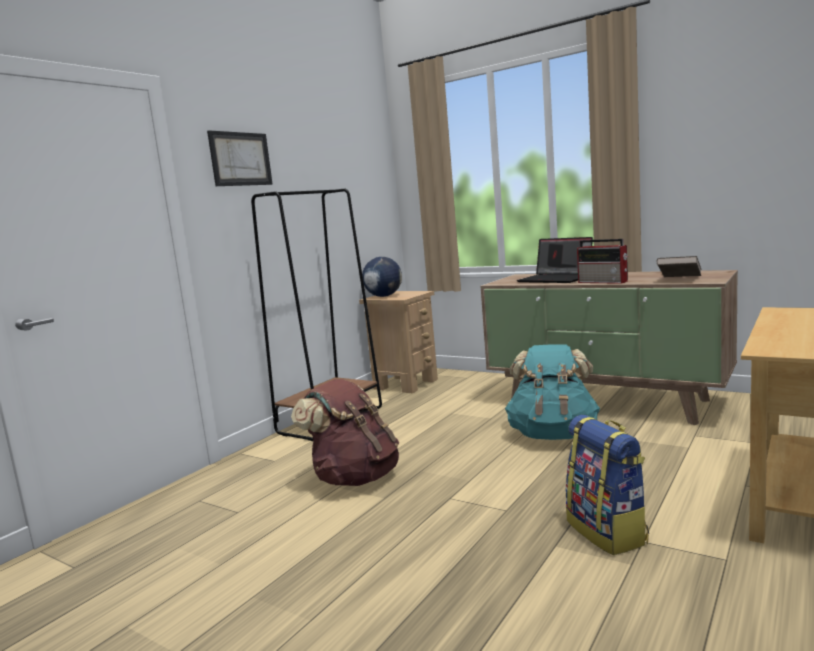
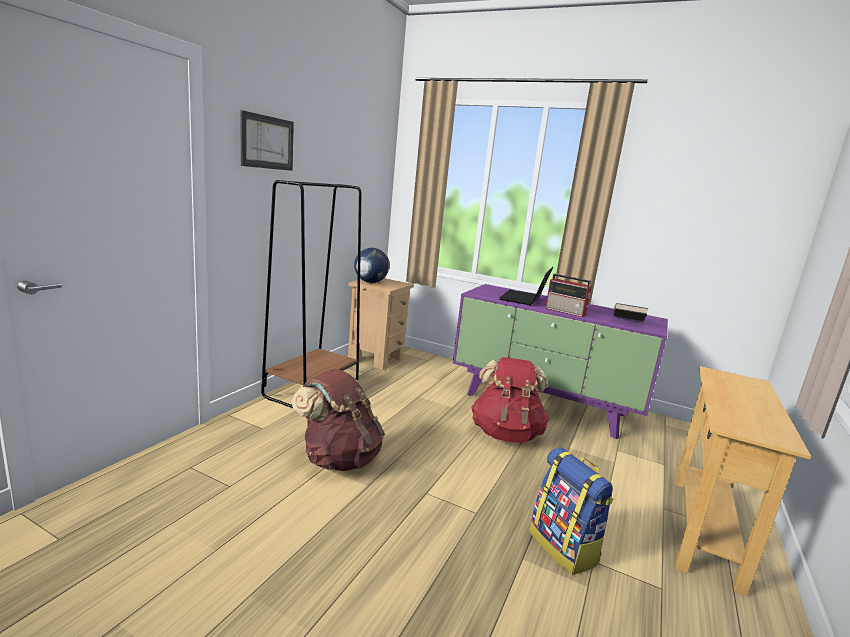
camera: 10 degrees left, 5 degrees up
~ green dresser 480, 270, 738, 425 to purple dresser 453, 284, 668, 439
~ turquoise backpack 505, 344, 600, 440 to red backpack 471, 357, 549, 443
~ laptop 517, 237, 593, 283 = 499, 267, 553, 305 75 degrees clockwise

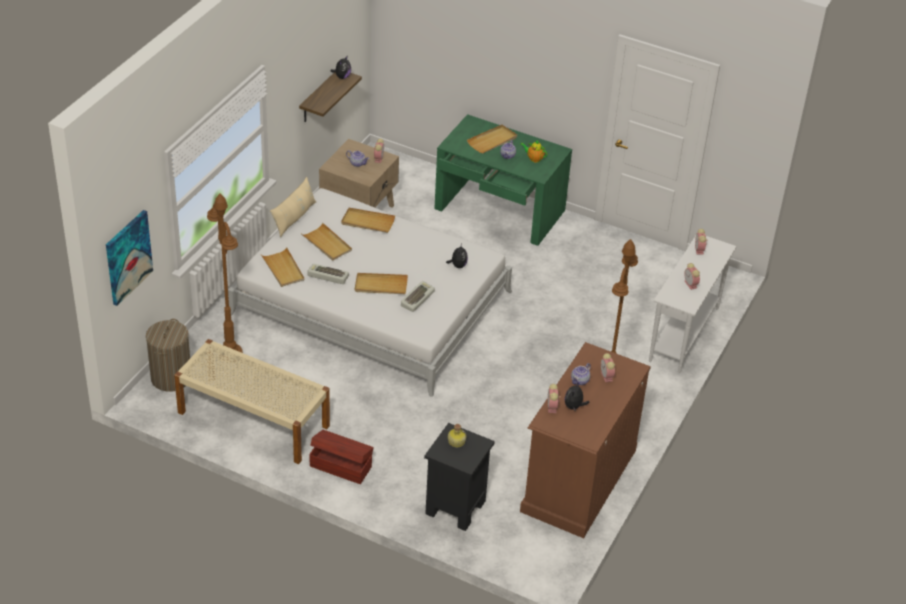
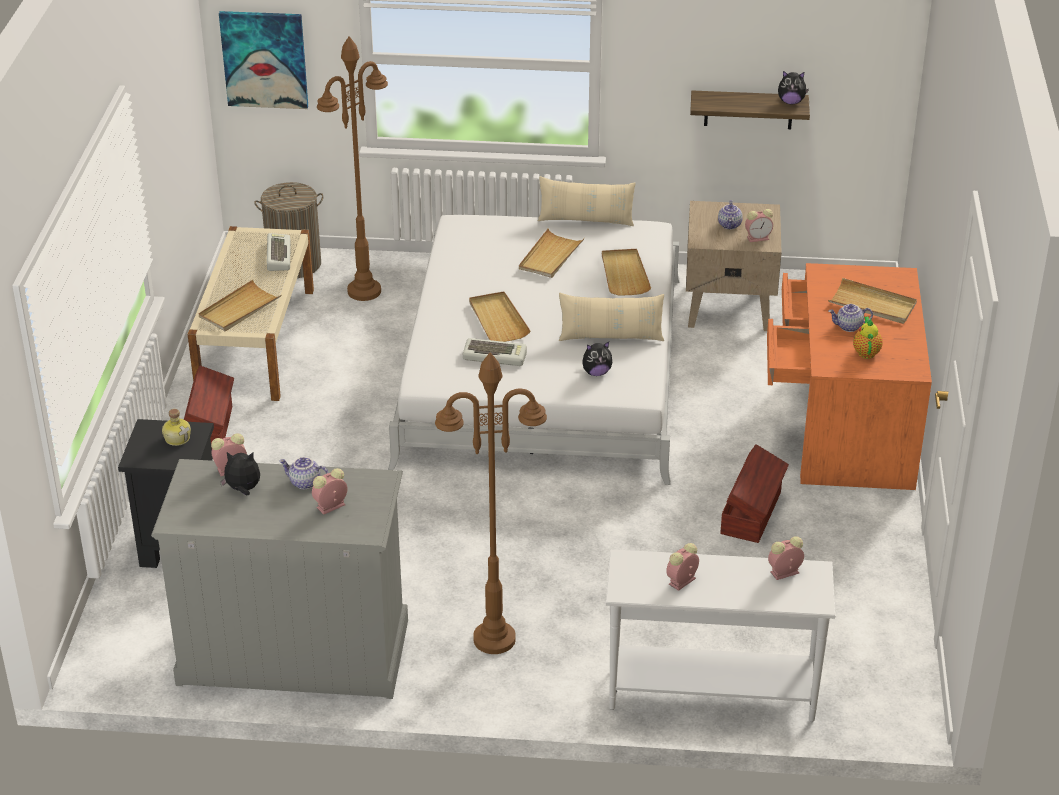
camera: 70 degrees right, 5 degrees down
~ beige tray 261, 247, 304, 287 to 199, 280, 282, 331
~ keyboard 307, 264, 349, 284 to 267, 233, 291, 271
~ green desk 434, 114, 572, 246 to orange desk 767, 263, 932, 490
~ brown dresser 520, 342, 651, 538 to grey dresser 151, 459, 408, 699
+ beige pillow 559, 293, 664, 341
+ brown storage box 720, 444, 789, 543

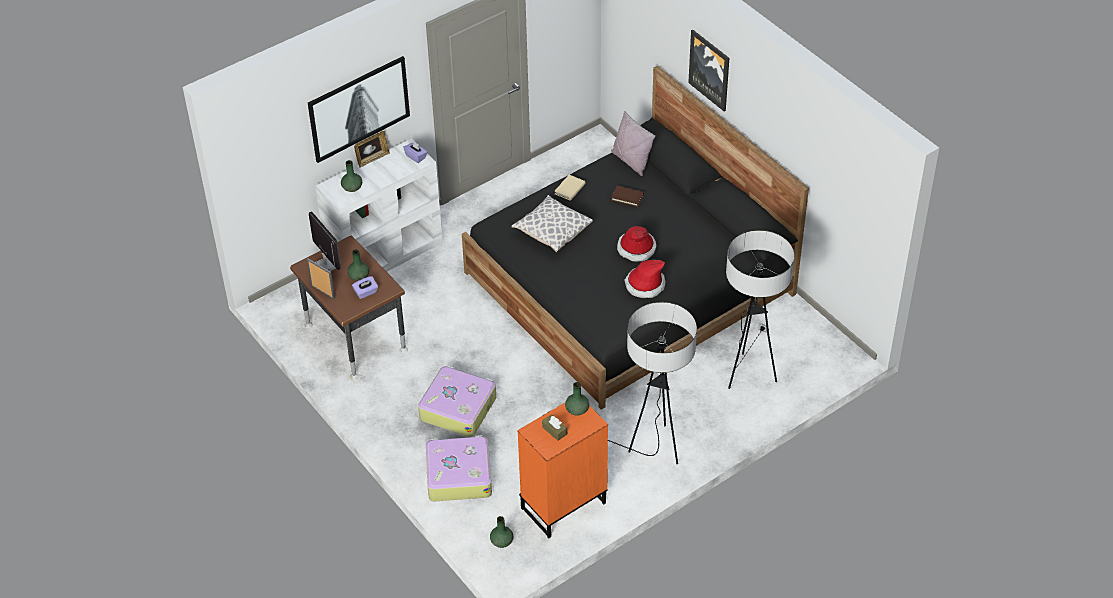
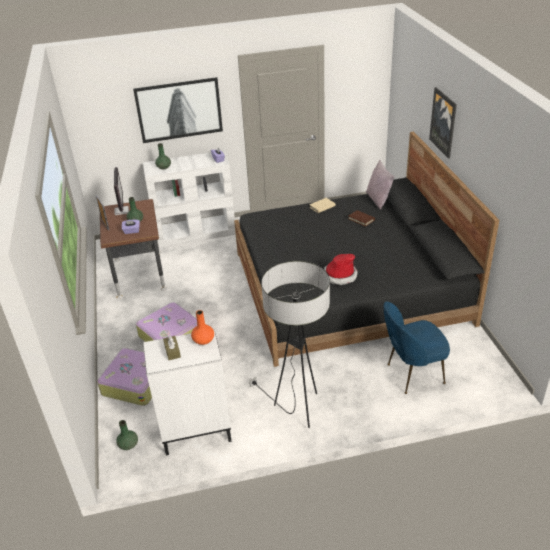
camera: 25 degrees right, 10 degrees down
- picture frame 354, 131, 390, 168
- pillow 511, 195, 593, 252
~ orange dresser 517, 403, 608, 538 to white dresser 143, 329, 232, 455
~ green vase 565, 382, 589, 416 to orange vase 191, 310, 214, 345
- hat 617, 226, 657, 262
~ floor lamp 726, 230, 795, 389 to blue chair 384, 302, 450, 394

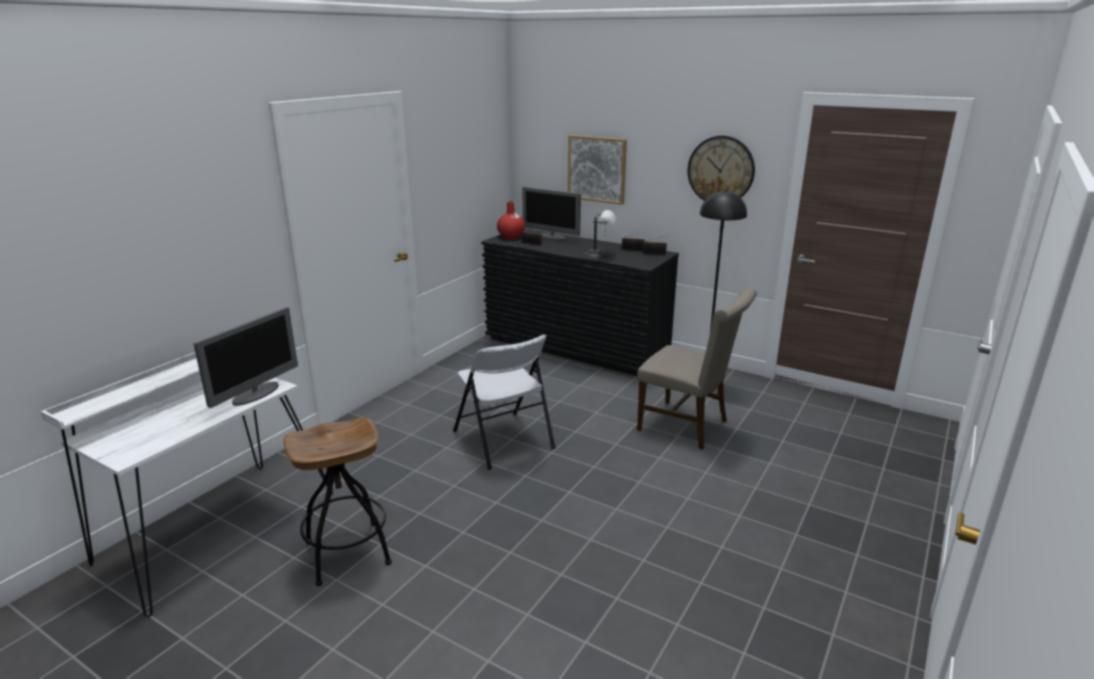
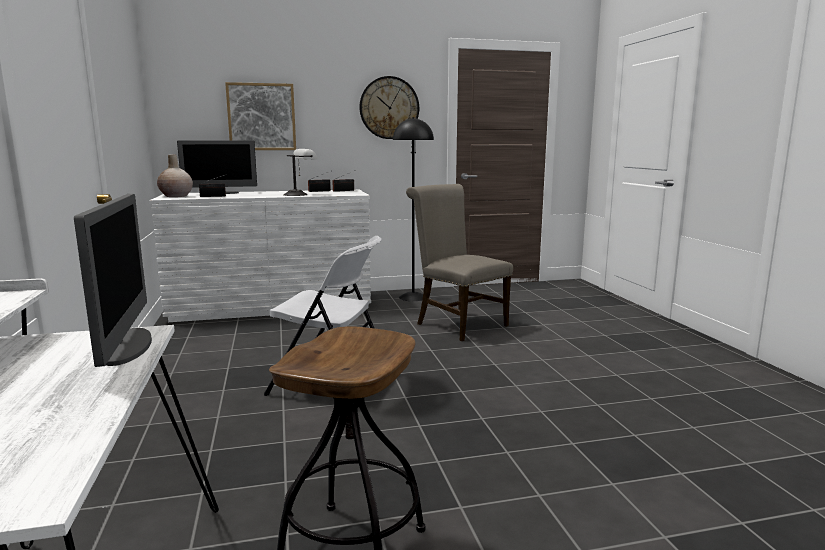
camera: 45 degrees left, 10 degrees down
~ black dresser 481, 229, 679, 376 to white dresser 149, 190, 371, 322
~ red vase 497, 201, 525, 239 to beige vase 157, 155, 193, 197
~ beige chair 637, 288, 757, 450 = 406, 184, 513, 341 120 degrees counterclockwise

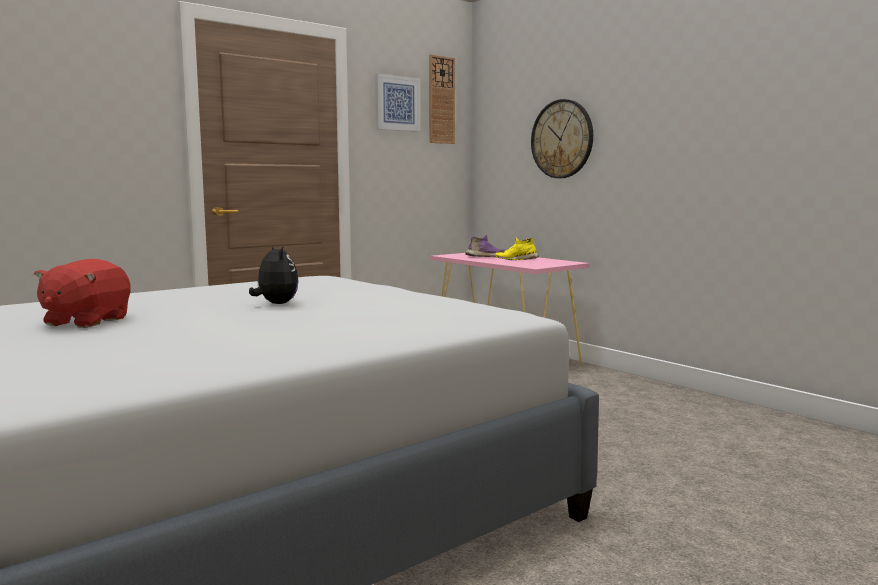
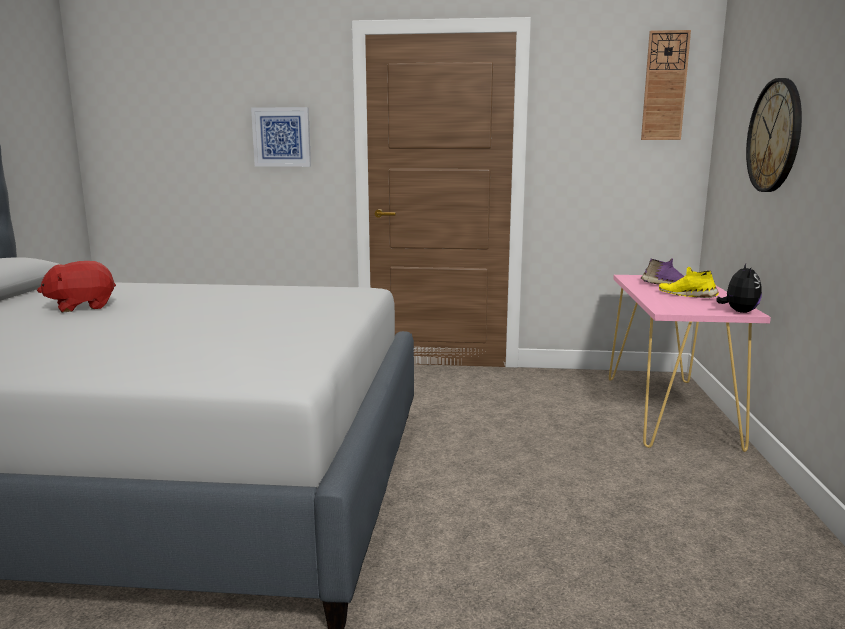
camera: 45 degrees right, 5 degrees up
~ plush toy 249, 244, 299, 304 to 716, 264, 762, 313
~ picture 375, 73, 421, 132 to 251, 107, 311, 167

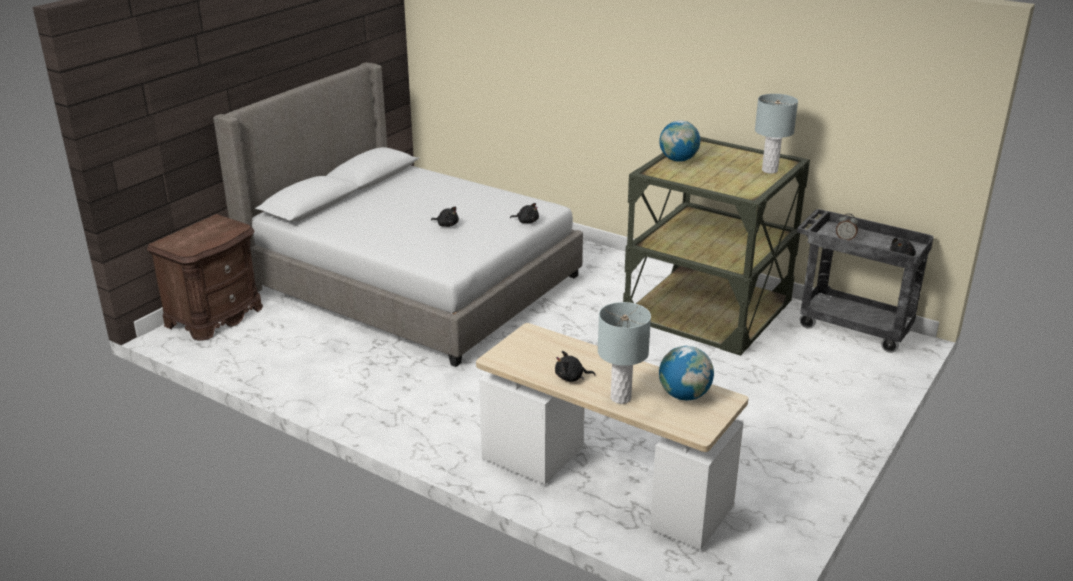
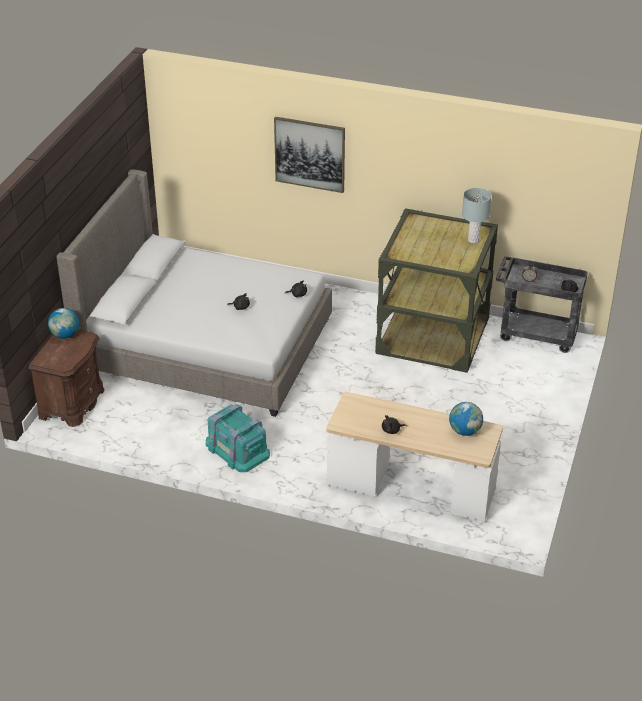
camera: 15 degrees left, 10 degrees up
- grey table lamp 598, 302, 651, 404
~ globe 659, 121, 700, 162 to 48, 308, 79, 339
+ turquoise storage box 206, 404, 270, 472
+ picture 274, 117, 345, 193

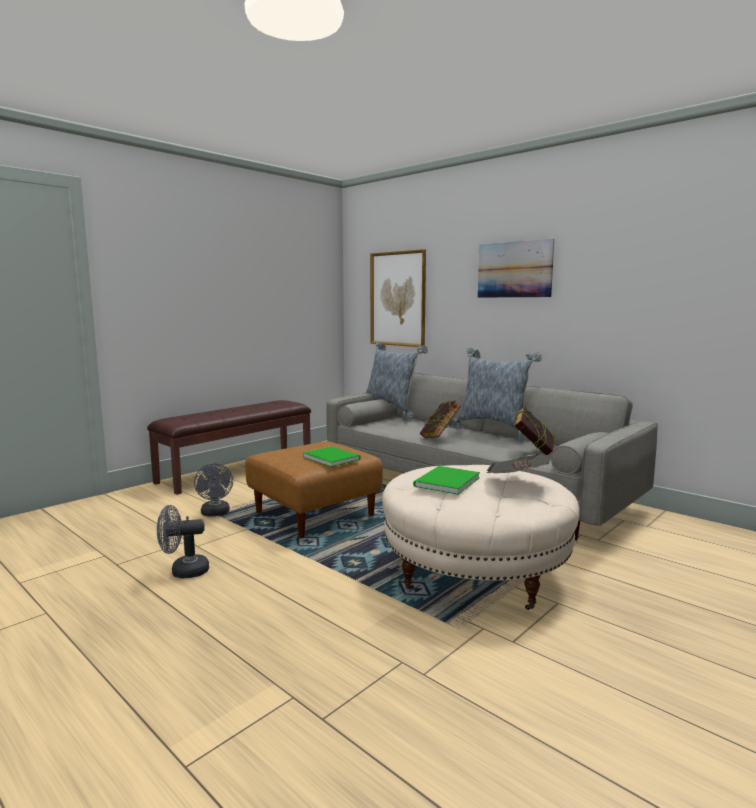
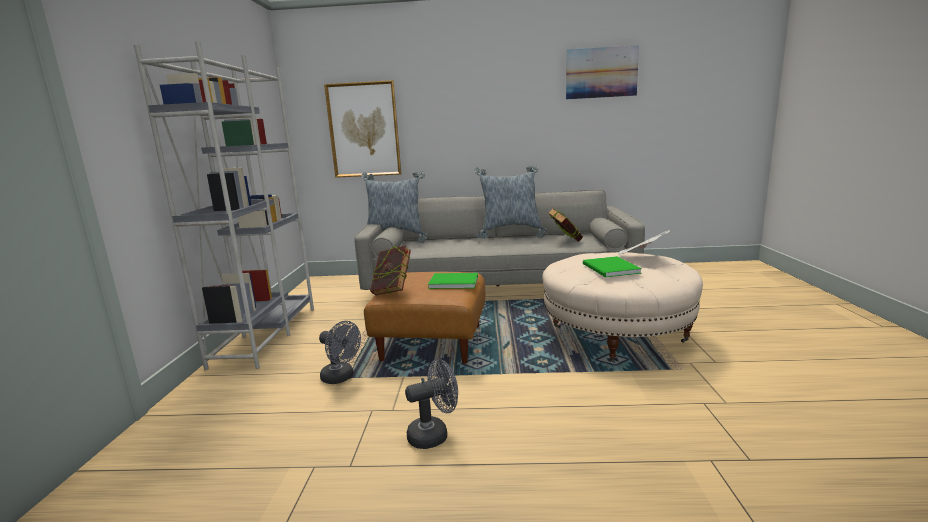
camera: 40 degrees left, 5 degrees up
~ brown bench 147, 400, 311, 495 to grey bookcase 134, 41, 314, 370
~ grey fan 157, 505, 209, 578 = 405, 359, 458, 449 150 degrees counterclockwise
~ book 420, 401, 461, 438 to 370, 245, 411, 295
~ picture 478, 239, 554, 298 to 566, 45, 639, 99

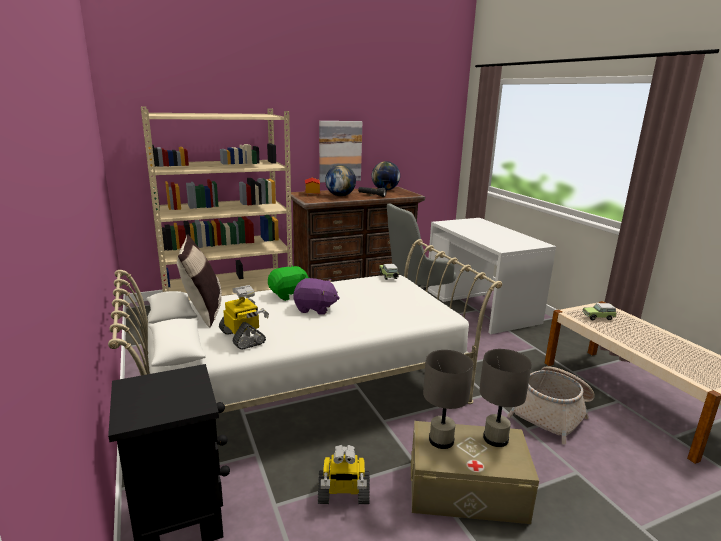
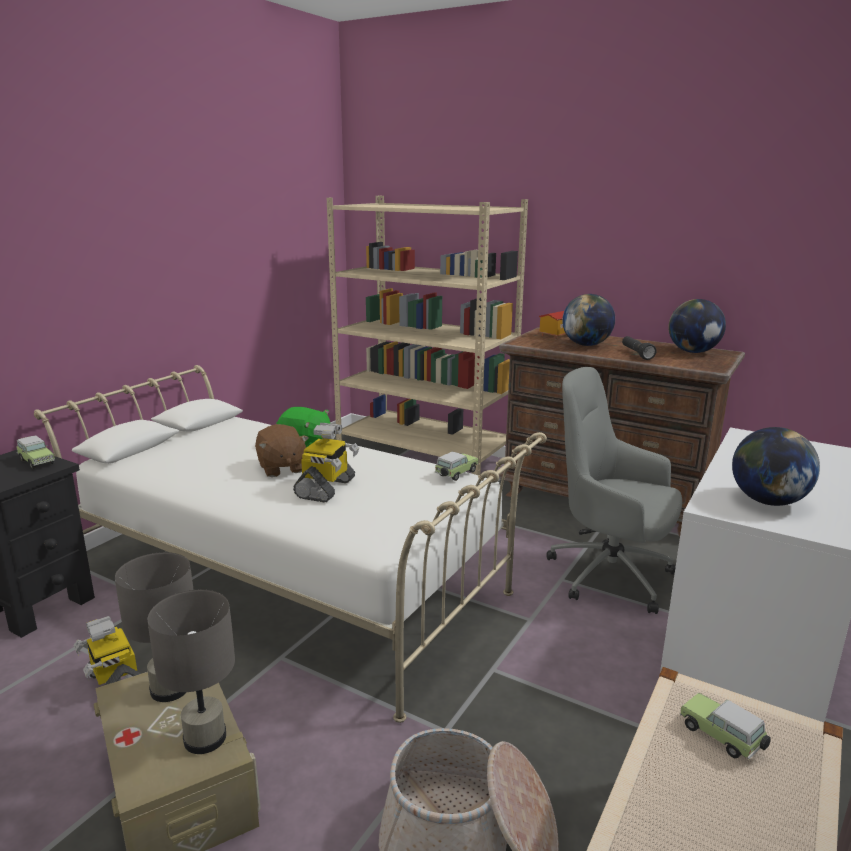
camera: 55 degrees right, 0 degrees up
- pillow 177, 234, 222, 327
~ toy robot 219, 285, 269, 350 to 293, 423, 359, 502
~ purple plush toy 293, 278, 340, 315 to brown plush toy 255, 424, 309, 477
- picture 319, 121, 362, 182
+ toy car 16, 435, 55, 469
+ globe 732, 427, 820, 506

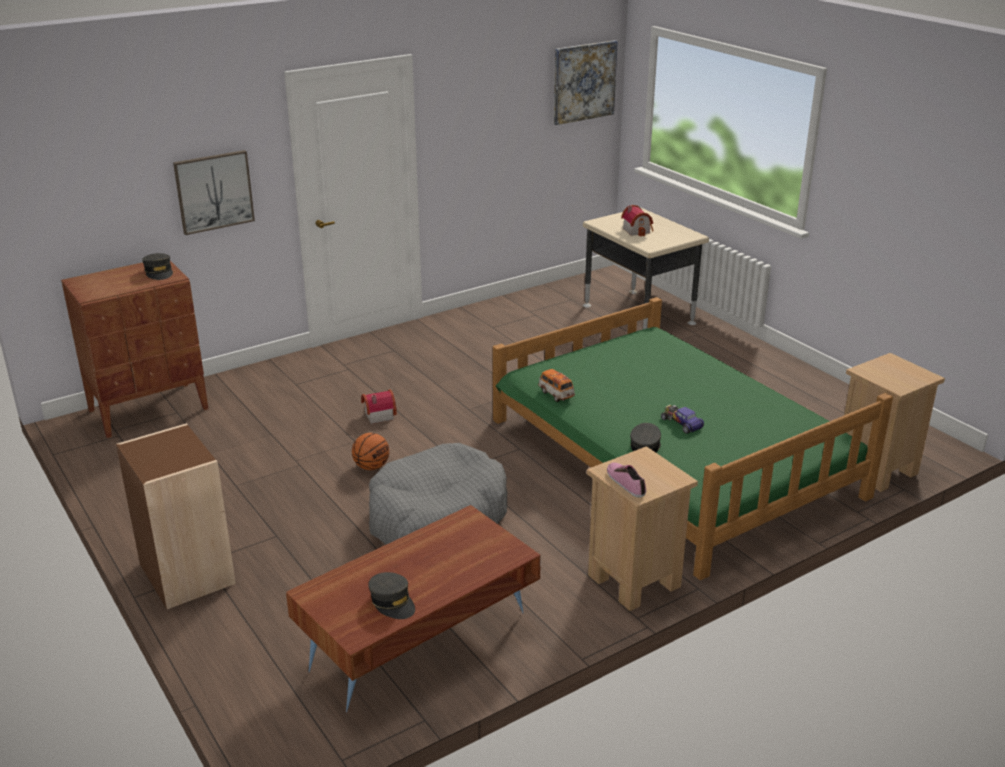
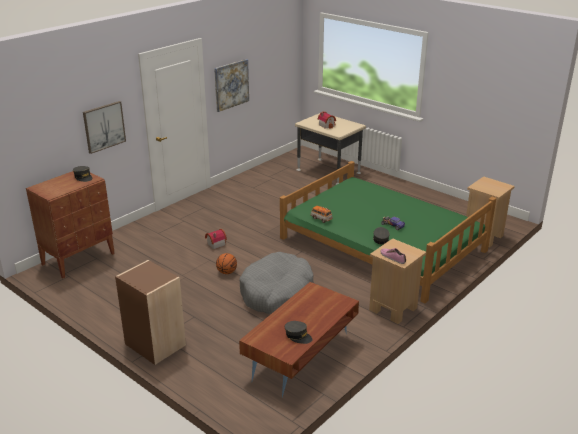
camera: 15 degrees left, 0 degrees up
~ picture 554, 40, 618, 125 to 214, 59, 249, 112

